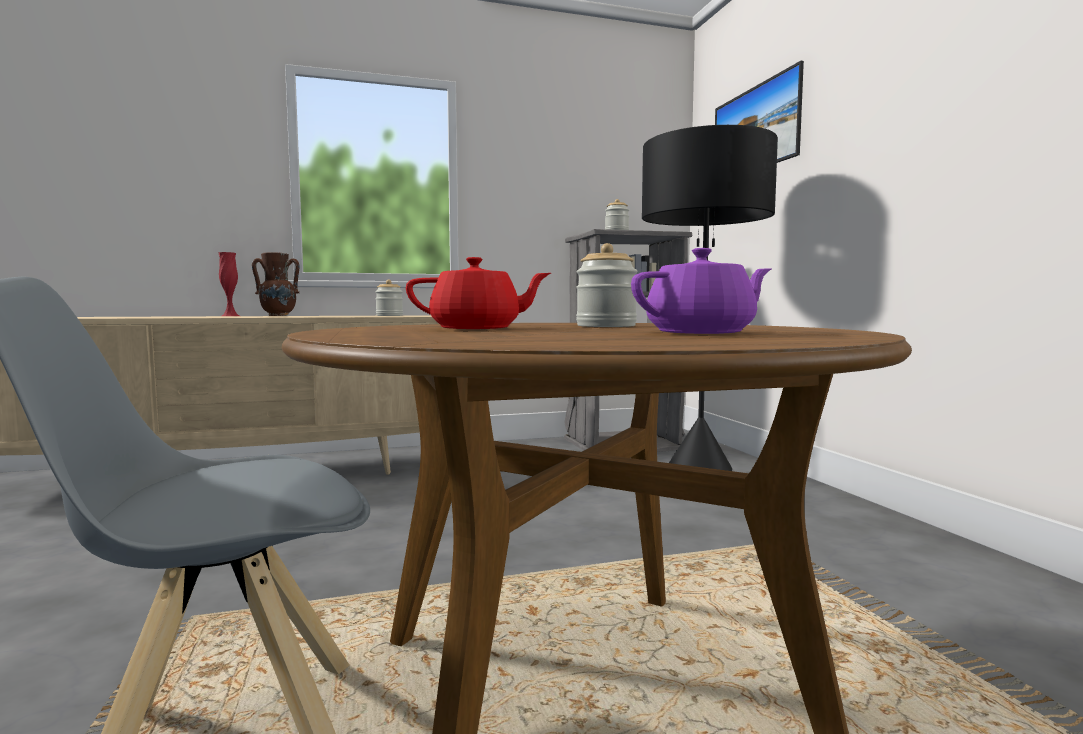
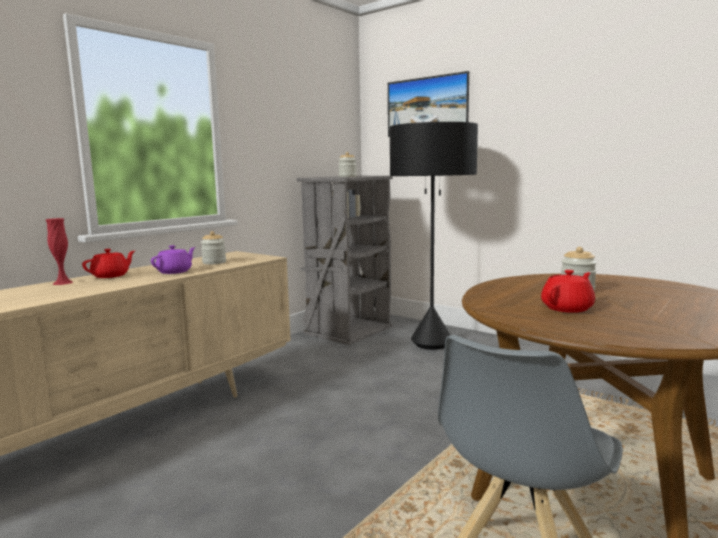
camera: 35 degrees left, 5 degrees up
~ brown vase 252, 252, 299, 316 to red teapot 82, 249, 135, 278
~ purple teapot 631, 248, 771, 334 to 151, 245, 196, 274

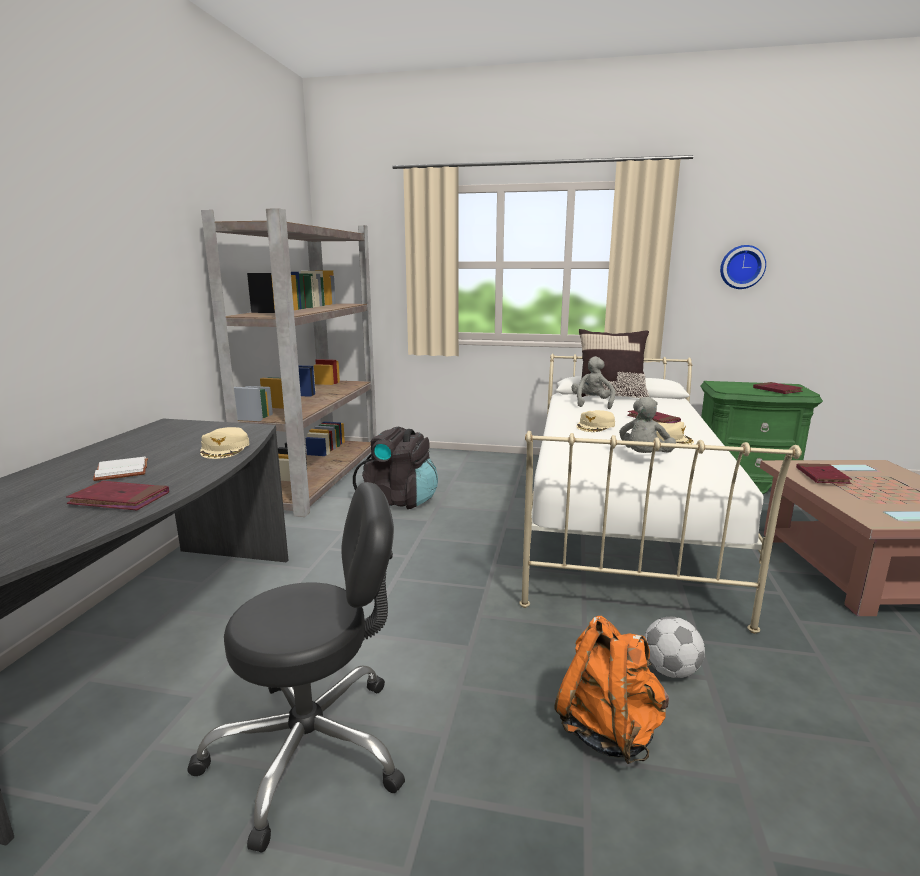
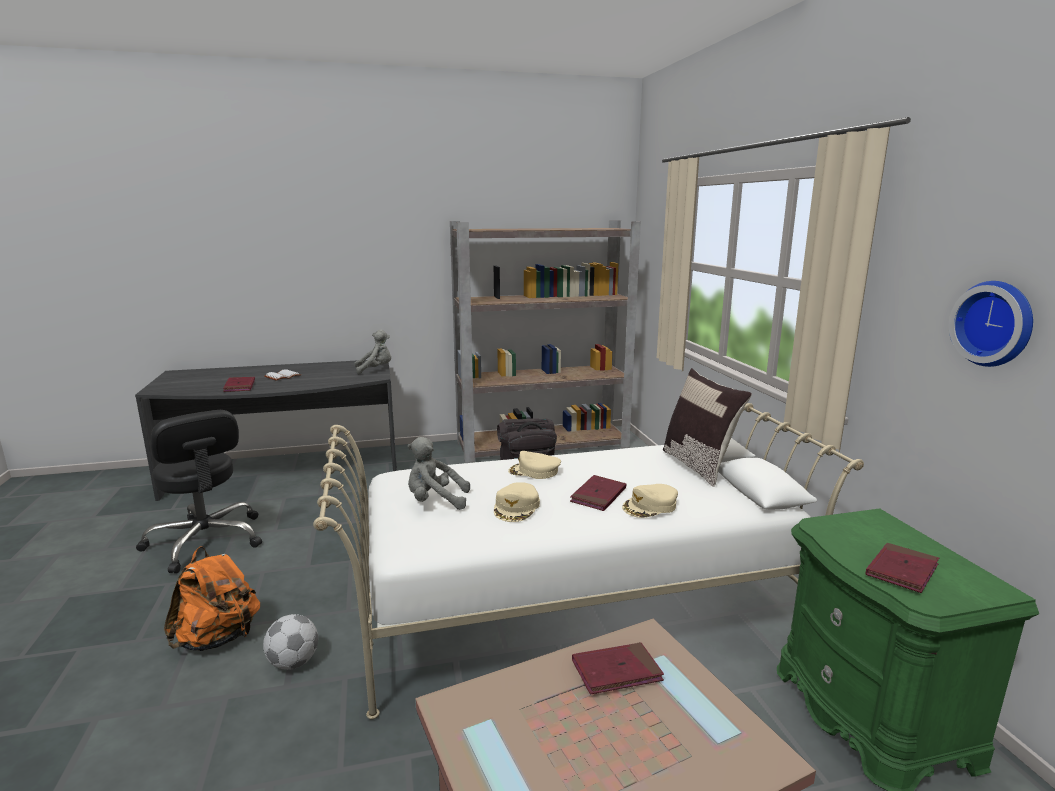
camera: 65 degrees right, 0 degrees up
~ beige cap 200, 427, 249, 459 to 622, 484, 678, 518
~ grey plush toy 571, 356, 615, 409 to 355, 329, 391, 375

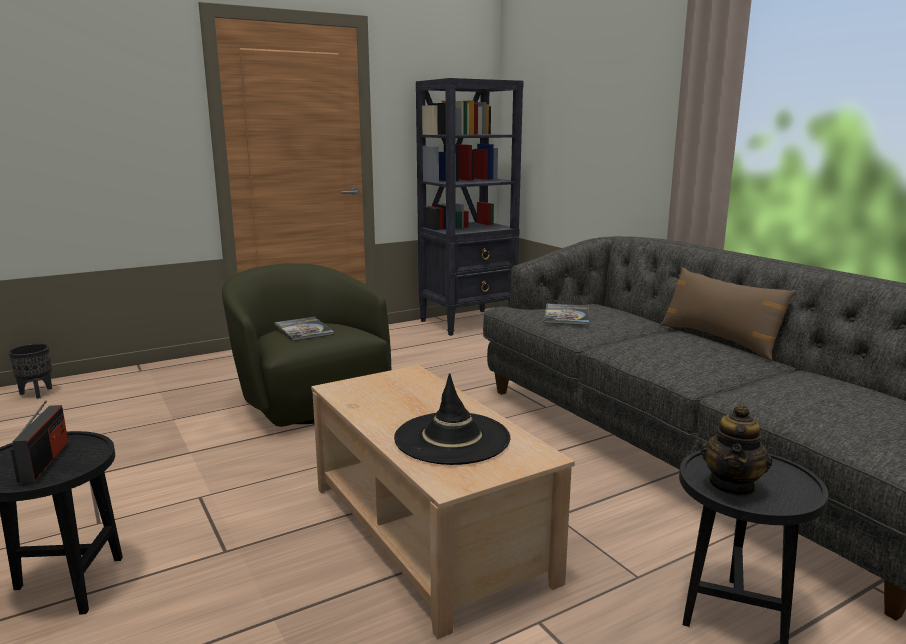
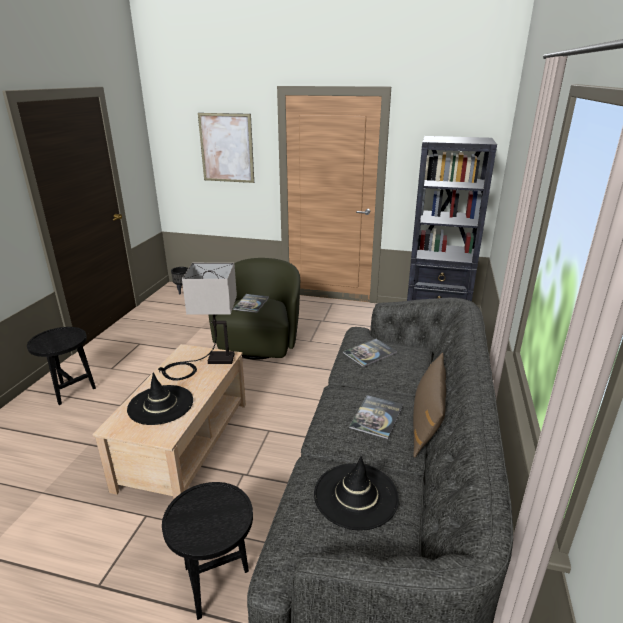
camera: 45 degrees right, 10 degrees up
- radio 10, 401, 68, 483
- teapot 701, 404, 772, 497
+ table lamp 158, 263, 237, 381
+ picture 198, 113, 254, 183
+ black hat 314, 456, 399, 531
+ book 349, 395, 403, 439

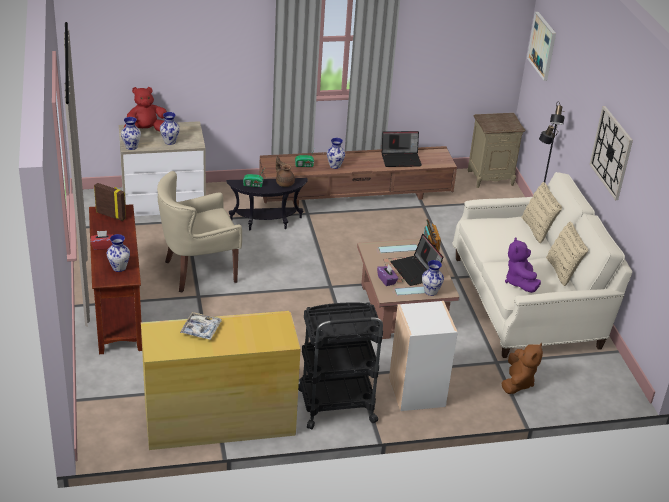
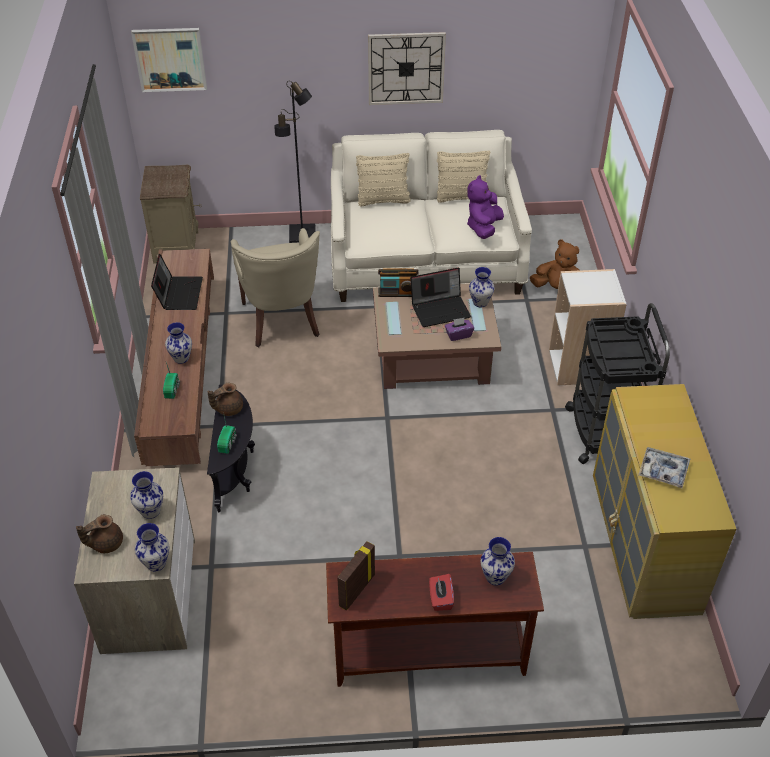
camera: 80 degrees left, 10 degrees up
~ red plush toy 124, 87, 167, 132 to brown teapot 76, 514, 123, 553
~ beige armchair 157, 171, 242, 292 to 231, 228, 320, 348
~ purple plush toy 505, 237, 541, 293 = 467, 175, 504, 239 105 degrees clockwise

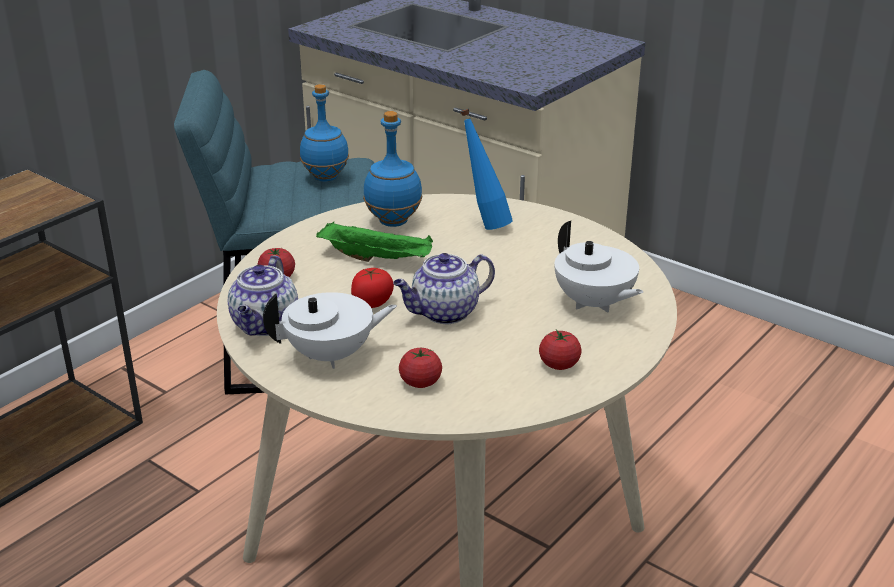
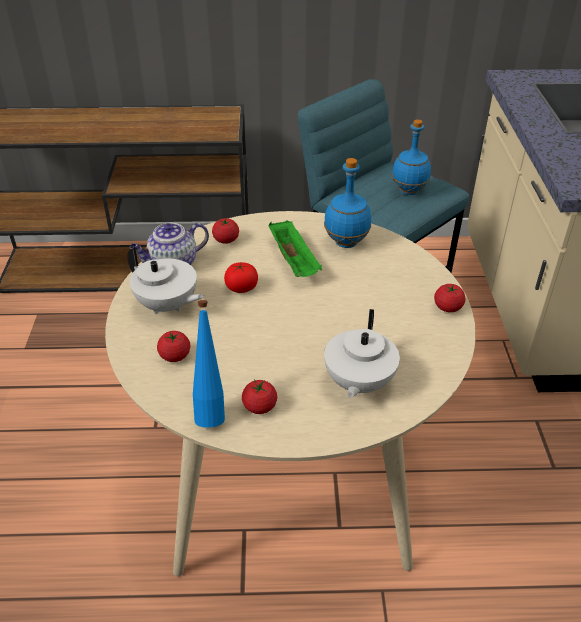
camera: 50 degrees right, 10 degrees up
- teapot 393, 253, 495, 324
~ blue bottle 460, 109, 513, 230 to 193, 300, 225, 428
+ tomato 434, 284, 466, 312

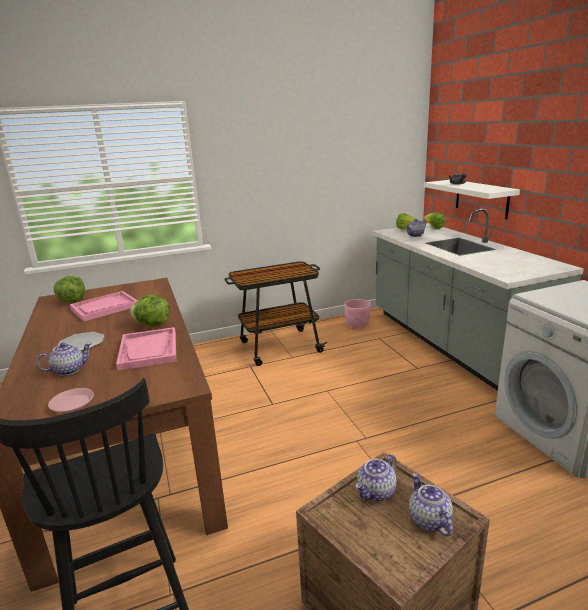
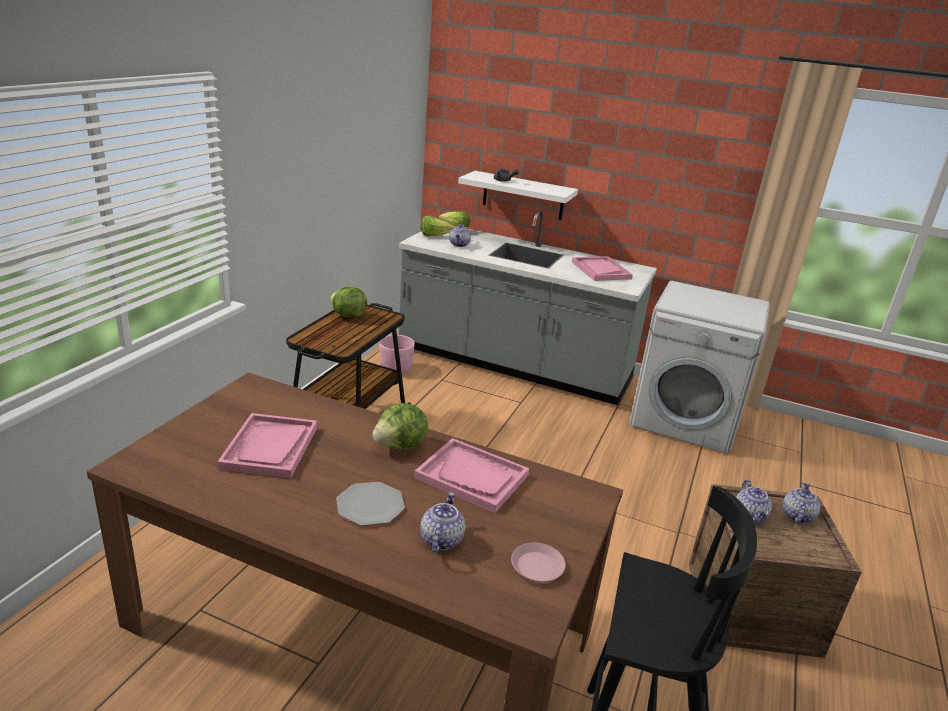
camera: 50 degrees left, 5 degrees up
~ lettuce 54, 276, 85, 303 to 330, 286, 367, 318
~ teapot 409, 473, 453, 536 = 782, 482, 820, 524 90 degrees clockwise
+ pink tray 572, 256, 633, 281

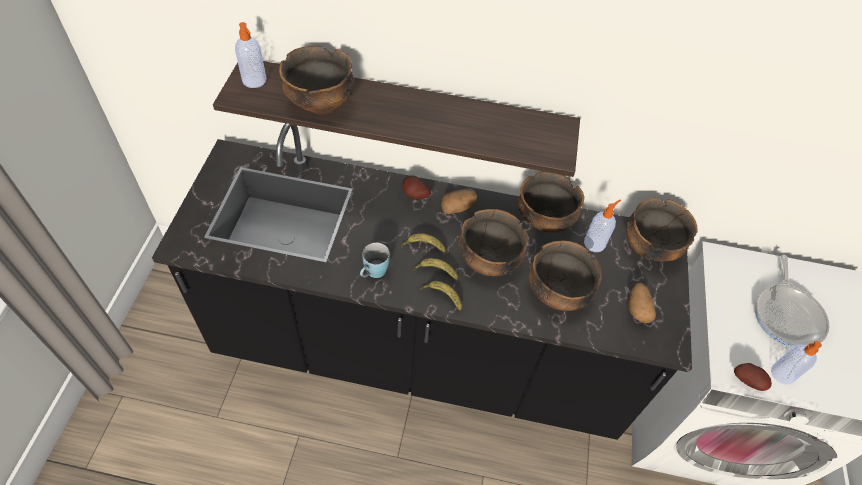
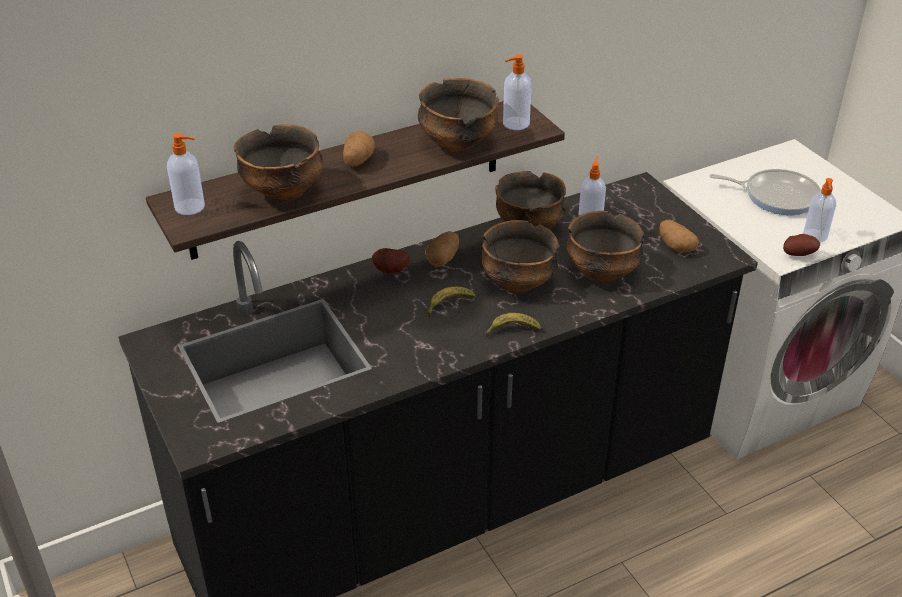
camera: 35 degrees left, 15 degrees down
- blue mug 360, 243, 390, 278
- banana 412, 258, 458, 280
~ bowl 626, 198, 698, 262 to 418, 78, 499, 152
~ frying pan 755, 255, 830, 348 = 709, 169, 821, 215 45 degrees counterclockwise
+ potato 343, 131, 375, 167
+ soap dispenser 503, 54, 532, 130

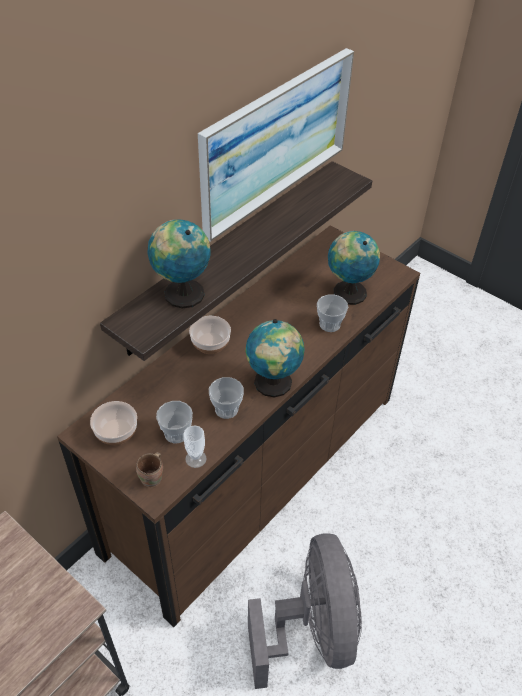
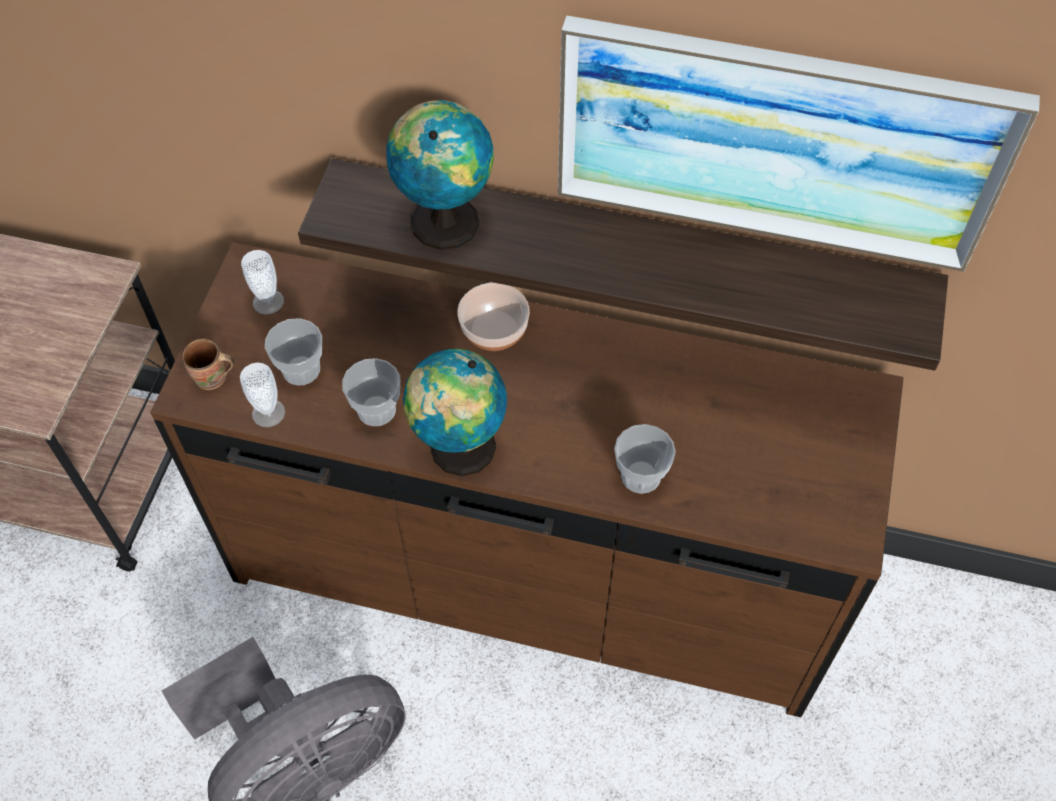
camera: 65 degrees right, 10 degrees up
~ bowl 90, 401, 137, 445 to cup 241, 250, 284, 315
- globe 328, 231, 380, 305

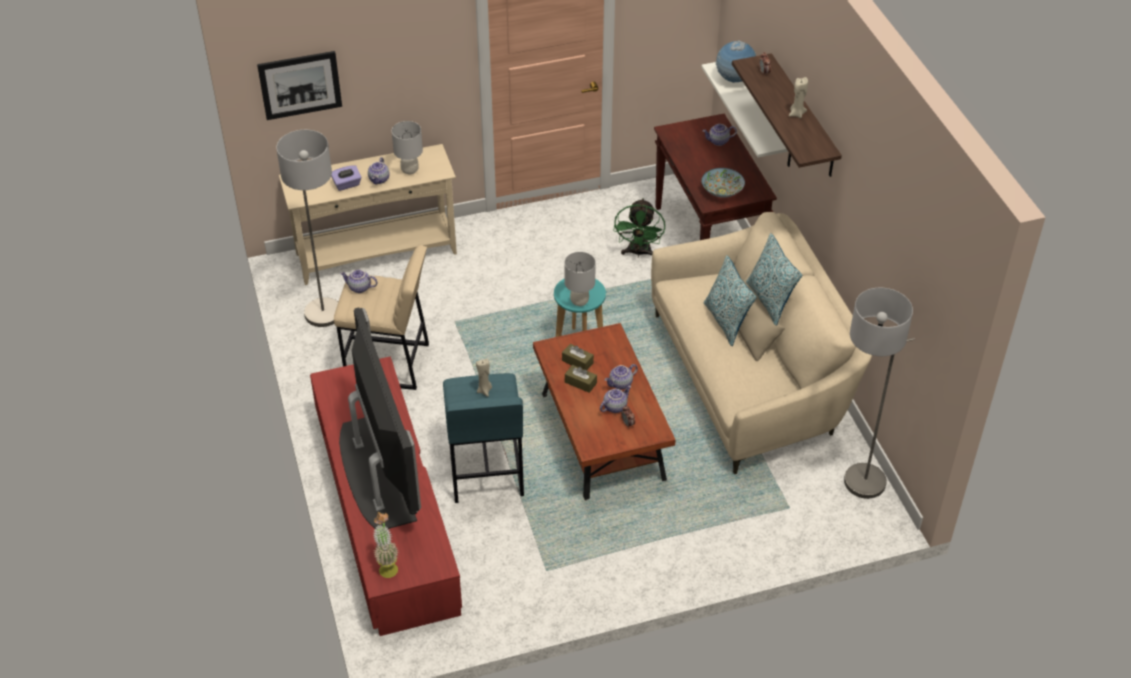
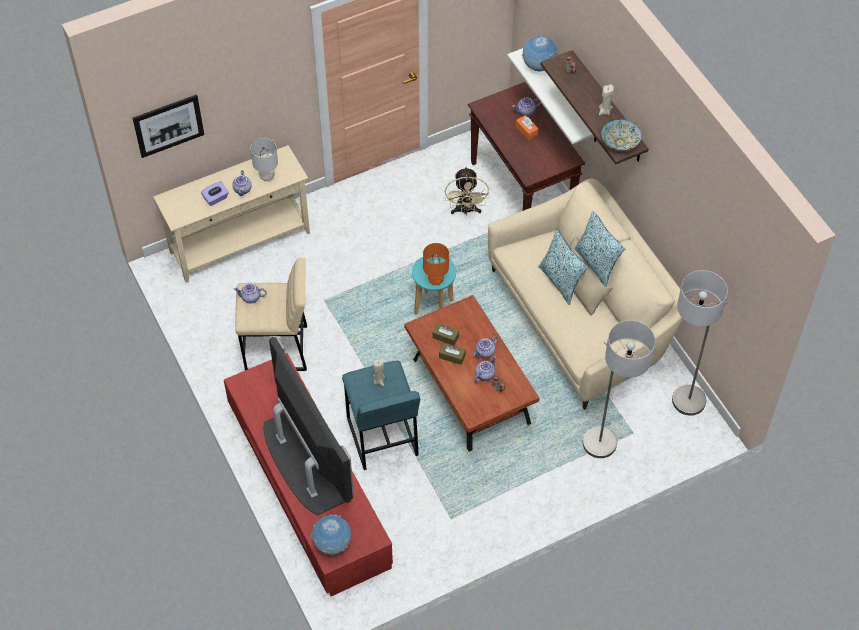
camera: 10 degrees left, 10 degrees up
~ grey floor lamp 276, 130, 338, 327 to 583, 320, 655, 458
~ potted plant 373, 512, 399, 578 to globe 311, 515, 351, 555
~ grey table lamp 564, 252, 596, 306 to orange table lamp 423, 243, 449, 285
~ green fan 613, 198, 665, 258 to beige fan 445, 167, 489, 215
~ bowl 701, 168, 745, 198 to 601, 119, 642, 151
+ orange tissue box 516, 115, 538, 140

